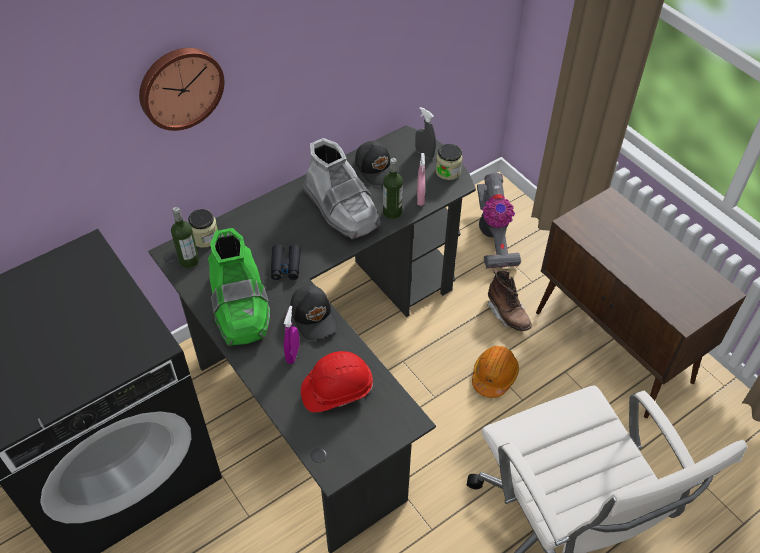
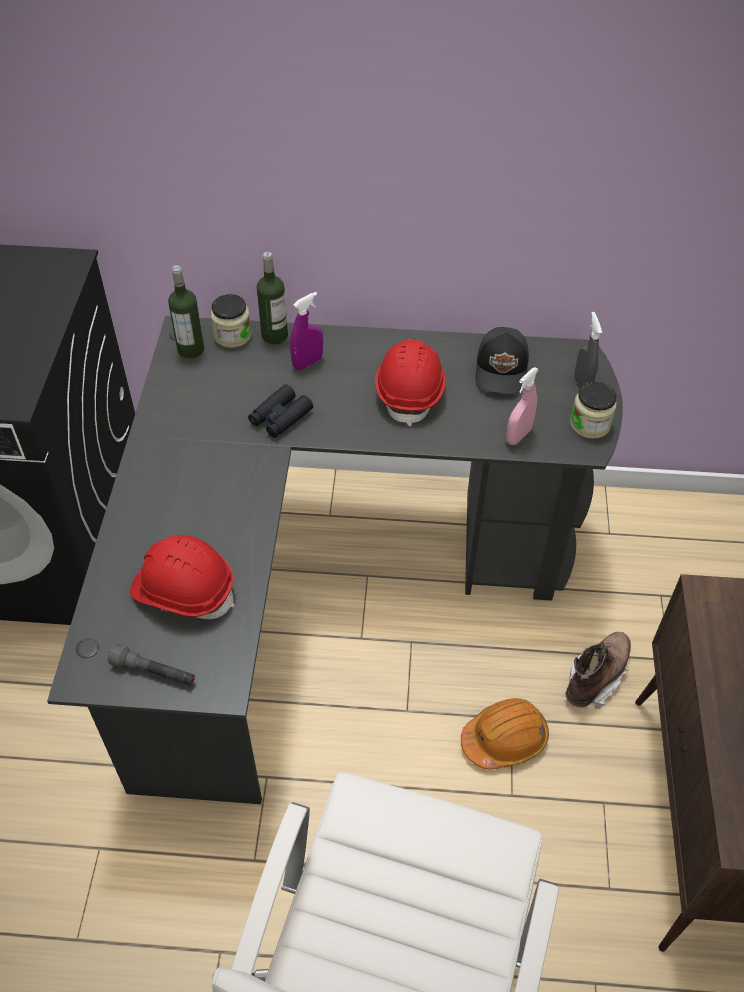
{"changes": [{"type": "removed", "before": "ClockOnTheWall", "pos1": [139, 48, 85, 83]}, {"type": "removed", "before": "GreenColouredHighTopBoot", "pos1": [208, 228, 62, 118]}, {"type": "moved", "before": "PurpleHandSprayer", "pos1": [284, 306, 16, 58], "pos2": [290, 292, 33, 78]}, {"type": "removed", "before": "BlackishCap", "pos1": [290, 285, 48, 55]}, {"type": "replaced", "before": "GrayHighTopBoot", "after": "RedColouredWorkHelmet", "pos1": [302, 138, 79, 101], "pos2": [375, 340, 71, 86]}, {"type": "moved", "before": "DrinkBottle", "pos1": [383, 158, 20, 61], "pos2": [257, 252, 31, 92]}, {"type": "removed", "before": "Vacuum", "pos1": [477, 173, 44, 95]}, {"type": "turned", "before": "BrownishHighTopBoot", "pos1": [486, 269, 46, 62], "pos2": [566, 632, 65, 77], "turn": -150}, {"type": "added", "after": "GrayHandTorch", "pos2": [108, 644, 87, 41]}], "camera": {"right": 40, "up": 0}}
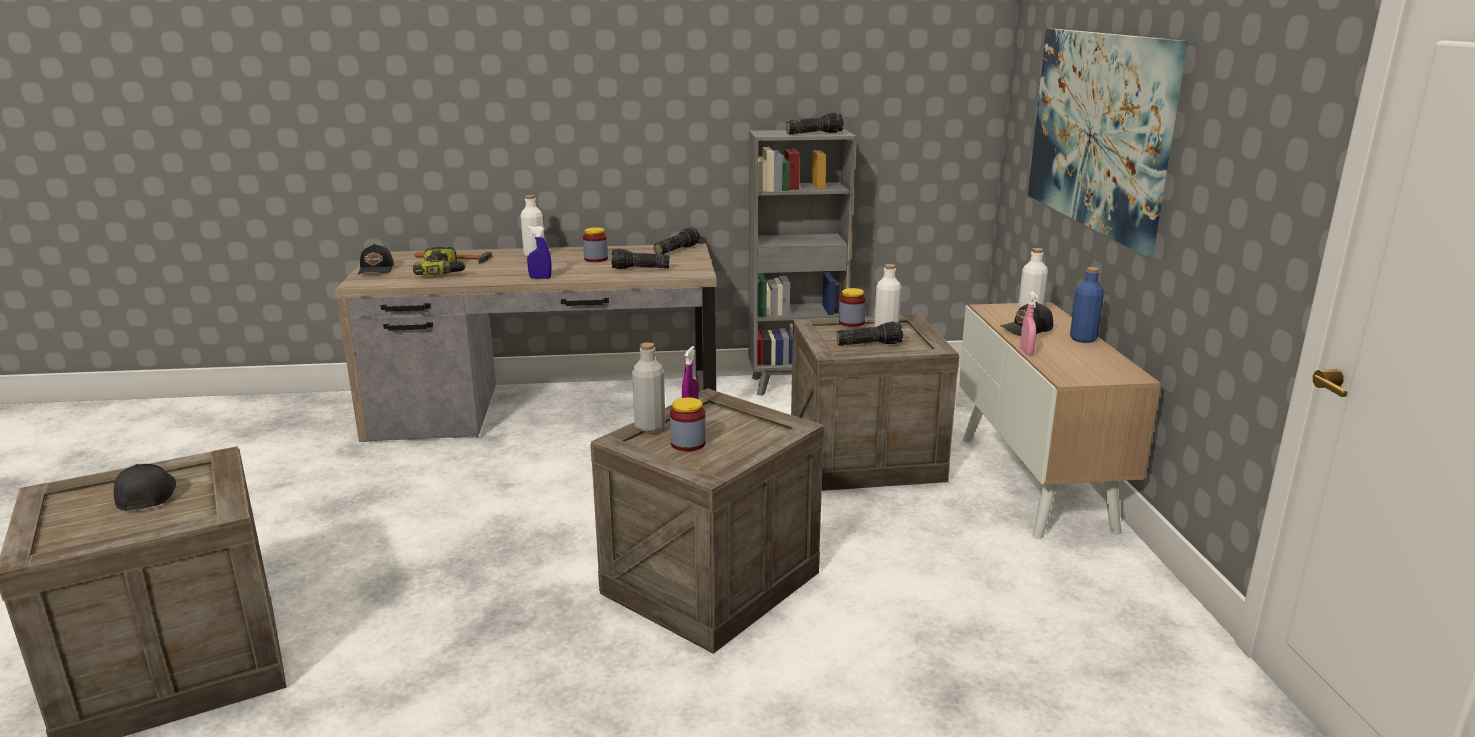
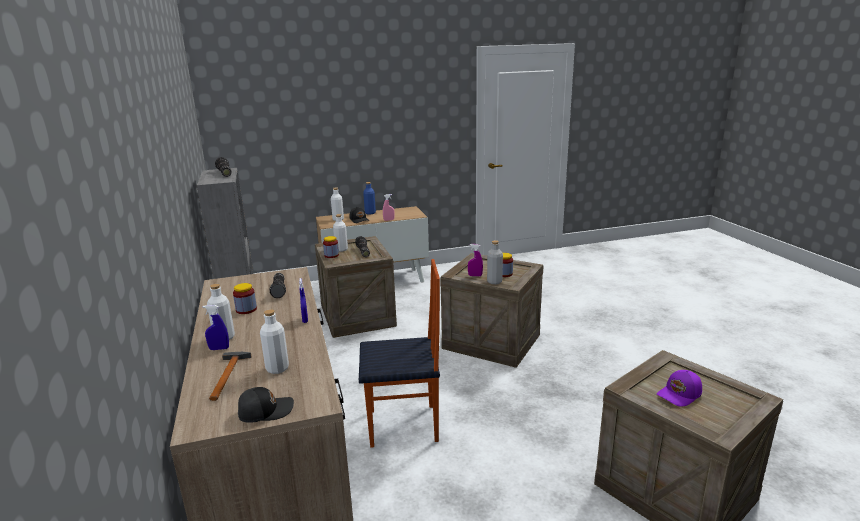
{"changes": [{"type": "recoloured", "before": "BlackishCap", "after": "PurpleCap", "pos1": [114, 464, 62, 47], "pos2": [657, 370, 45, 37]}, {"type": "replaced", "before": "PowerDrill", "after": "WhitishDrinkBottle", "pos1": [413, 247, 53, 28], "pos2": [260, 309, 29, 65]}, {"type": "removed", "before": "HandTorch", "pos1": [654, 228, 46, 27]}, {"type": "removed", "before": "WallPicture", "pos1": [1028, 29, 160, 227]}, {"type": "added", "after": "BluishHandSprayer", "pos2": [203, 305, 26, 45]}, {"type": "added", "after": "Chair", "pos2": [359, 259, 81, 189]}], "camera": {"right": -100, "up": 0}}
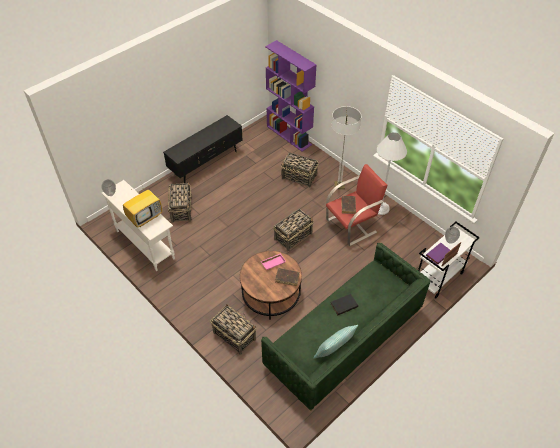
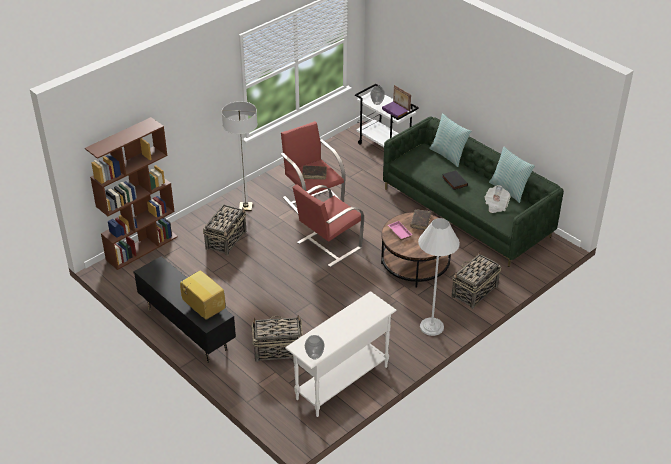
{"changes": [{"type": "moved", "before": "Tv", "pos1": [123, 182, 39, 46], "pos2": [180, 271, 46, 49]}, {"type": "recoloured", "before": "PurpleBookcase", "after": "BrownishBookcase", "pos1": [265, 40, 51, 111], "pos2": [85, 117, 93, 153]}, {"type": "replaced", "before": "StorageBasket", "after": "RedColouredEasyChair", "pos1": [274, 209, 40, 42], "pos2": [292, 185, 72, 82]}, {"type": "moved", "before": "WhitishFloorLamp", "pos1": [377, 132, 30, 83], "pos2": [418, 218, 42, 118]}, {"type": "added", "after": "ThrowPillow", "pos2": [429, 113, 43, 54]}, {"type": "added", "after": "DailyPaper", "pos2": [484, 185, 26, 28]}], "camera": {"right": -90, "up": -10}}
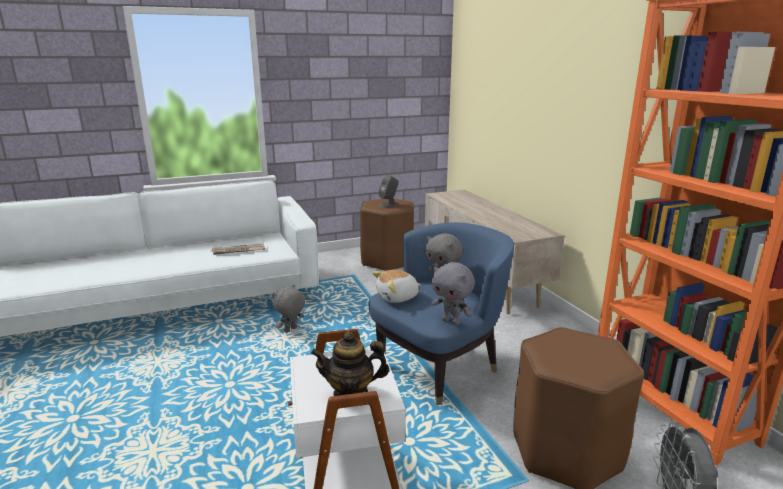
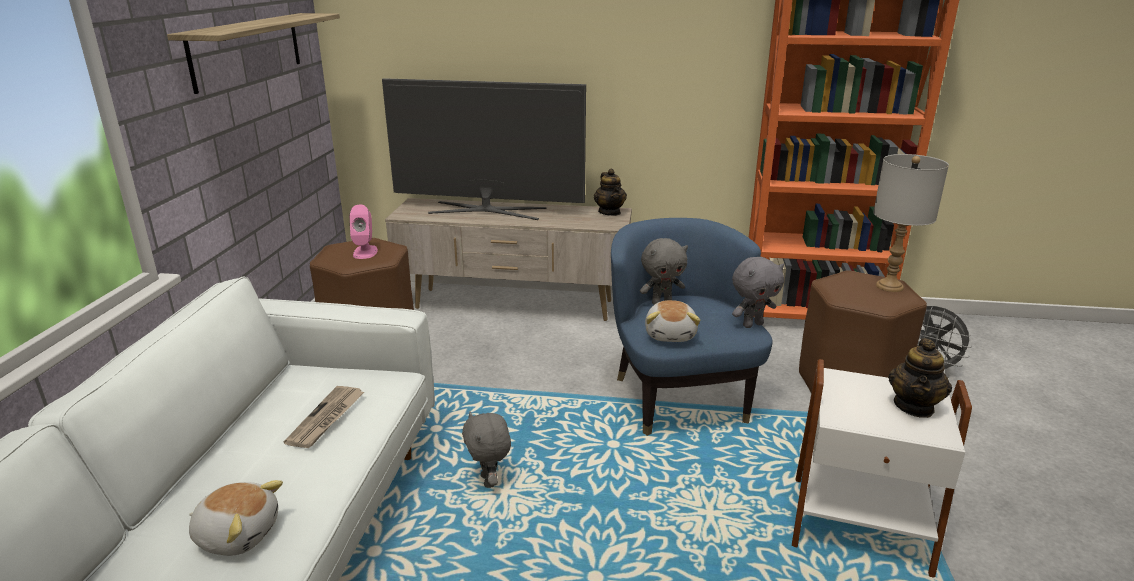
{"changes": [{"type": "recoloured", "before": "GrayAudioSpeaker", "after": "PinkColouredAudioSpeaker", "pos1": [379, 175, 20, 32], "pos2": [350, 204, 28, 55]}, {"type": "added", "after": "WallShelf", "pos2": [167, 13, 173, 81]}, {"type": "added", "after": "SoftToy", "pos2": [189, 480, 94, 76]}, {"type": "added", "after": "Tv", "pos2": [382, 78, 204, 142]}, {"type": "added", "after": "Teapot", "pos2": [594, 169, 33, 47]}, {"type": "added", "after": "GrayTabletopLamp", "pos2": [873, 154, 76, 138]}], "camera": {"right": -60, "up": 5}}
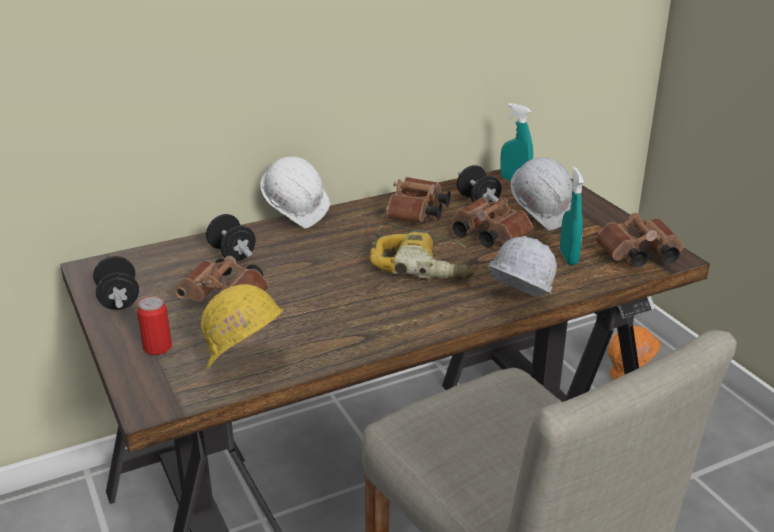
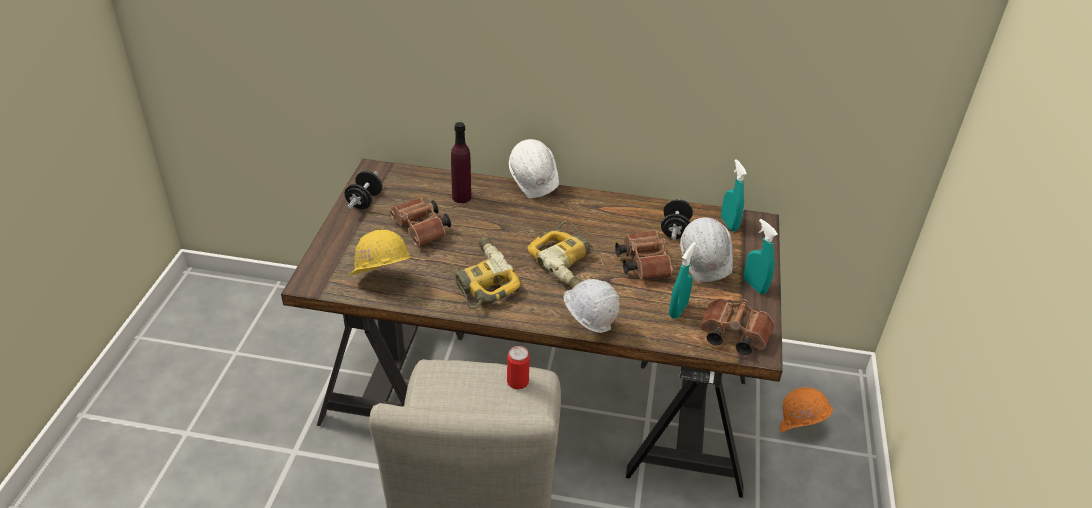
{"changes": [{"type": "moved", "before": "SealedCan", "pos1": [137, 296, 35, 59], "pos2": [507, 346, 23, 43]}, {"type": "replaced", "before": "BlackishFreeWeight", "after": "PurpleDrinkBottle", "pos1": [206, 214, 50, 48], "pos2": [451, 122, 20, 81]}, {"type": "removed", "before": "BrownishBinoculars", "pos1": [385, 177, 66, 46]}, {"type": "added", "after": "PowerDrill", "pos2": [449, 237, 71, 72]}, {"type": "added", "after": "TurquoiseColouredHandSprayer", "pos2": [744, 219, 34, 75]}], "camera": {"right": 35, "up": 10}}
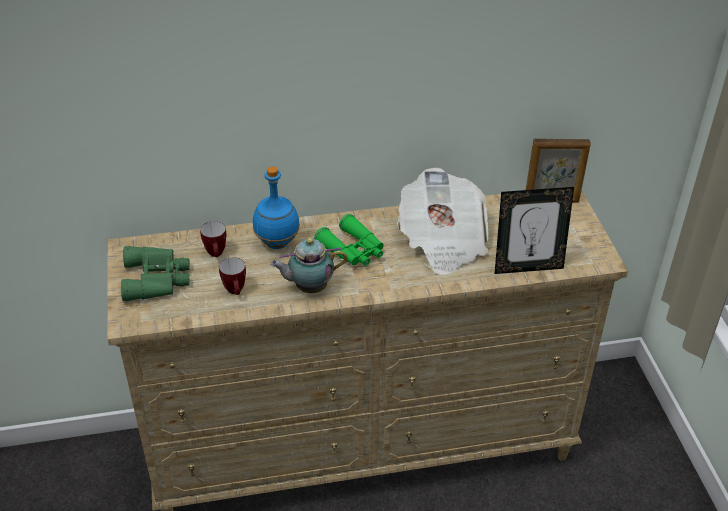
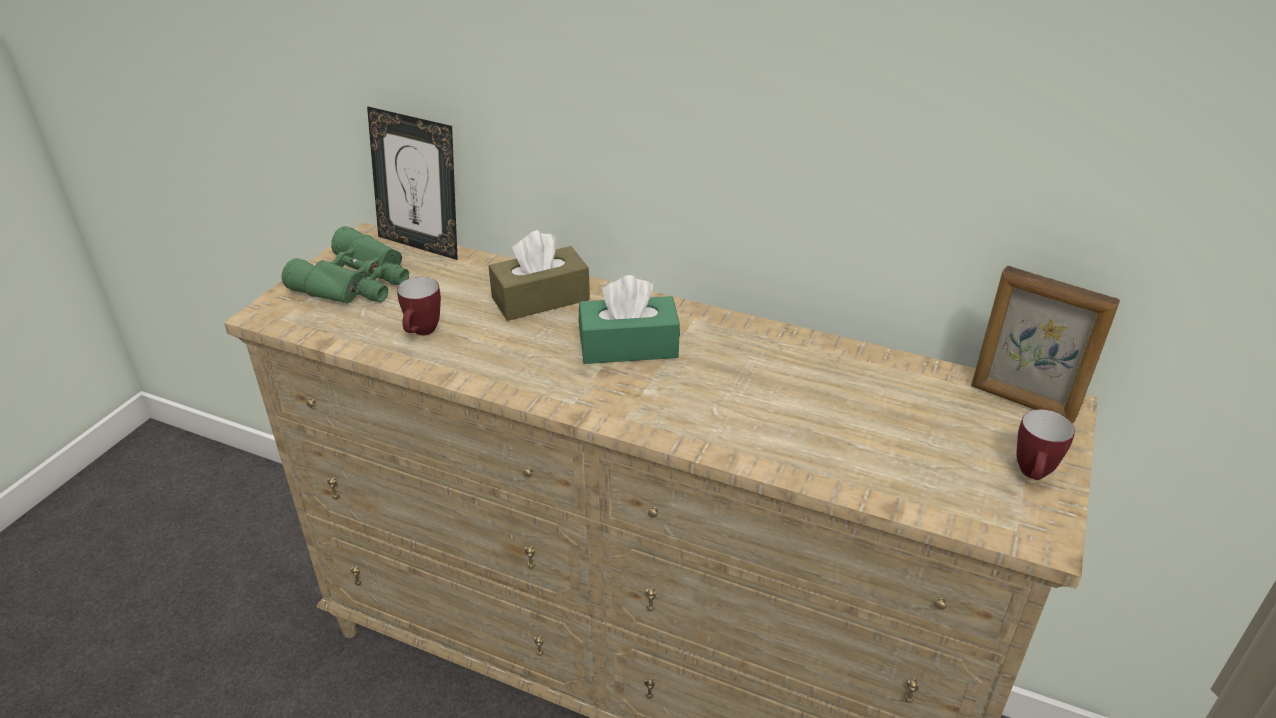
{"changes": [{"type": "moved", "before": "CoffeeMug", "pos1": [200, 221, 26, 36], "pos2": [1016, 409, 59, 71]}, {"type": "replaced", "before": "BluishDrinkBottle", "after": "BrownishBoxOfTissues", "pos1": [253, 166, 47, 83], "pos2": [488, 230, 102, 91]}, {"type": "removed", "before": "Teapot", "pos1": [270, 238, 77, 55]}, {"type": "replaced", "before": "GreenColouredBinoculars", "after": "GreenColouredBoxOfTissues", "pos1": [314, 214, 70, 52], "pos2": [579, 275, 101, 89]}, {"type": "removed", "before": "DailyPaper", "pos1": [397, 168, 92, 108]}, {"type": "moved", "before": "PhotoFrame", "pos1": [495, 187, 79, 87], "pos2": [367, 106, 91, 154]}], "camera": {"right": 35, "up": -5}}
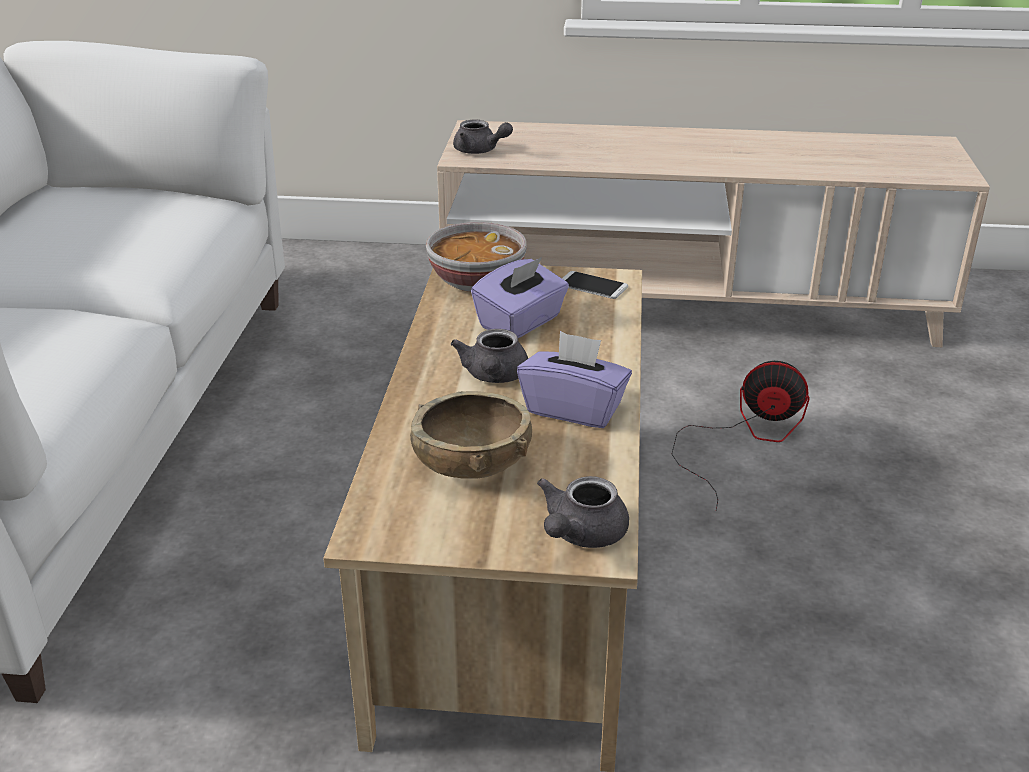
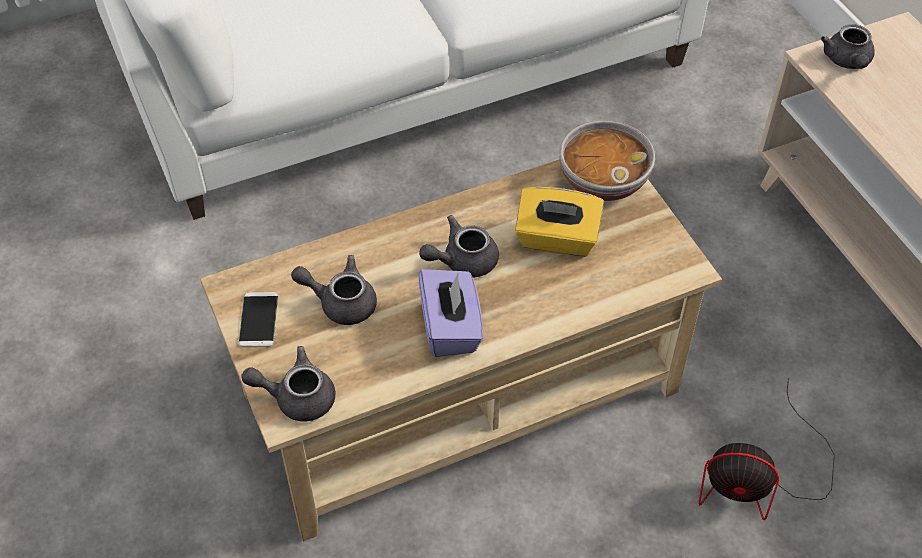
{"changes": [{"type": "replaced", "before": "BrownishServingBowl", "after": "GrayTeapot", "pos1": [410, 391, 122, 88], "pos2": [291, 255, 86, 70]}, {"type": "recoloured", "before": "PurpleBoxOfTissues", "after": "YellowColouredBoxOfTissues", "pos1": [471, 257, 98, 81], "pos2": [515, 187, 89, 70]}, {"type": "moved", "before": "Telephone", "pos1": [562, 271, 66, 28], "pos2": [239, 292, 39, 55]}, {"type": "turned", "before": "Fan", "pos1": [672, 361, 138, 149], "pos2": [699, 378, 136, 142], "turn": 120}], "camera": {"right": 60, "up": 20}}
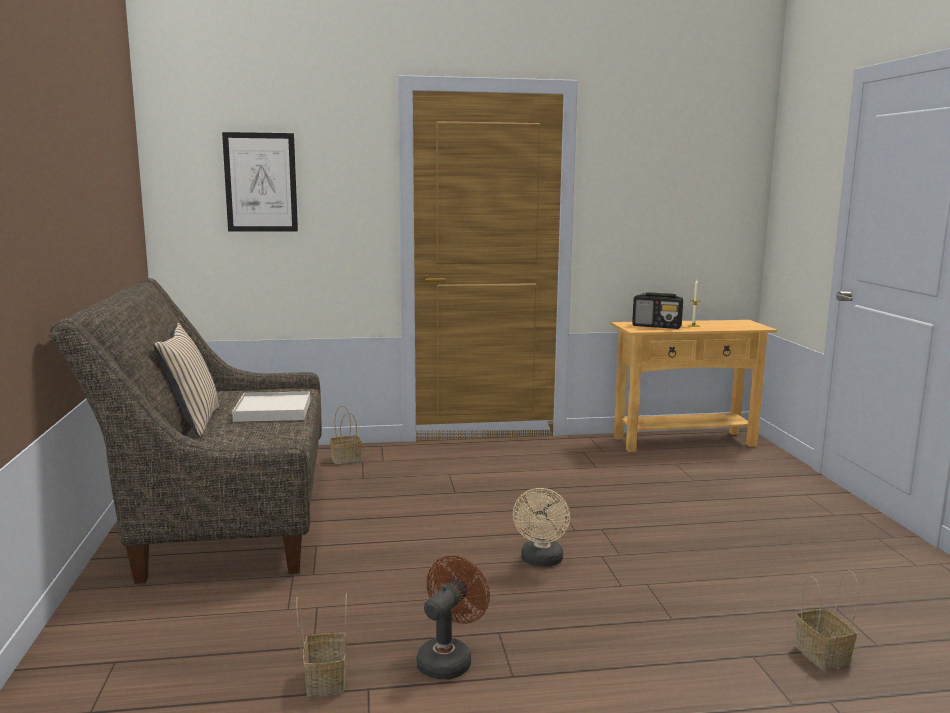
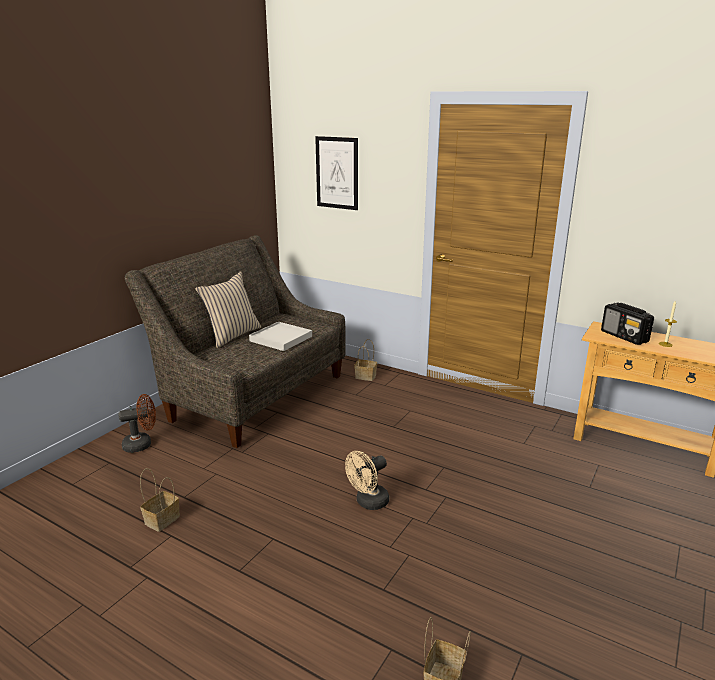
{"changes": [{"type": "moved", "before": "BrownishFan", "pos1": [416, 555, 74, 124], "pos2": [118, 394, 38, 59]}], "camera": {"right": 40, "up": 10}}
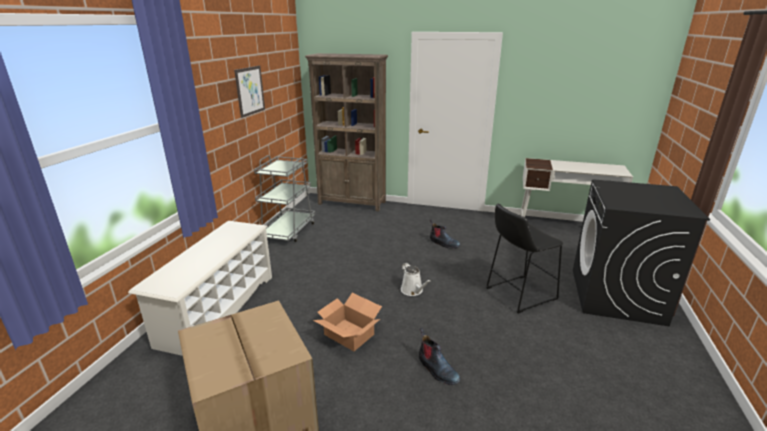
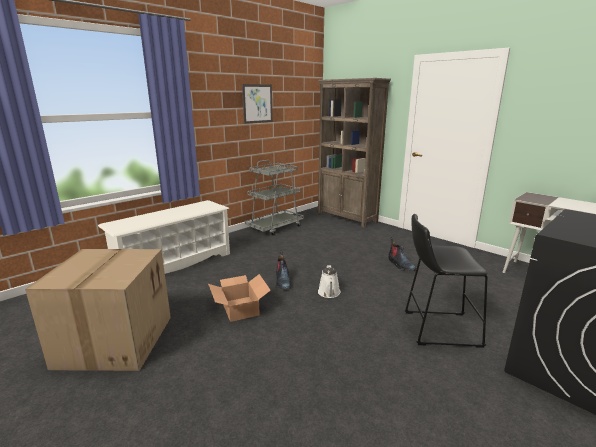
{"changes": [{"type": "moved", "before": "HighTopBoot", "pos1": [419, 327, 42, 58], "pos2": [276, 250, 15, 39]}], "camera": {"right": 30, "up": -5}}
